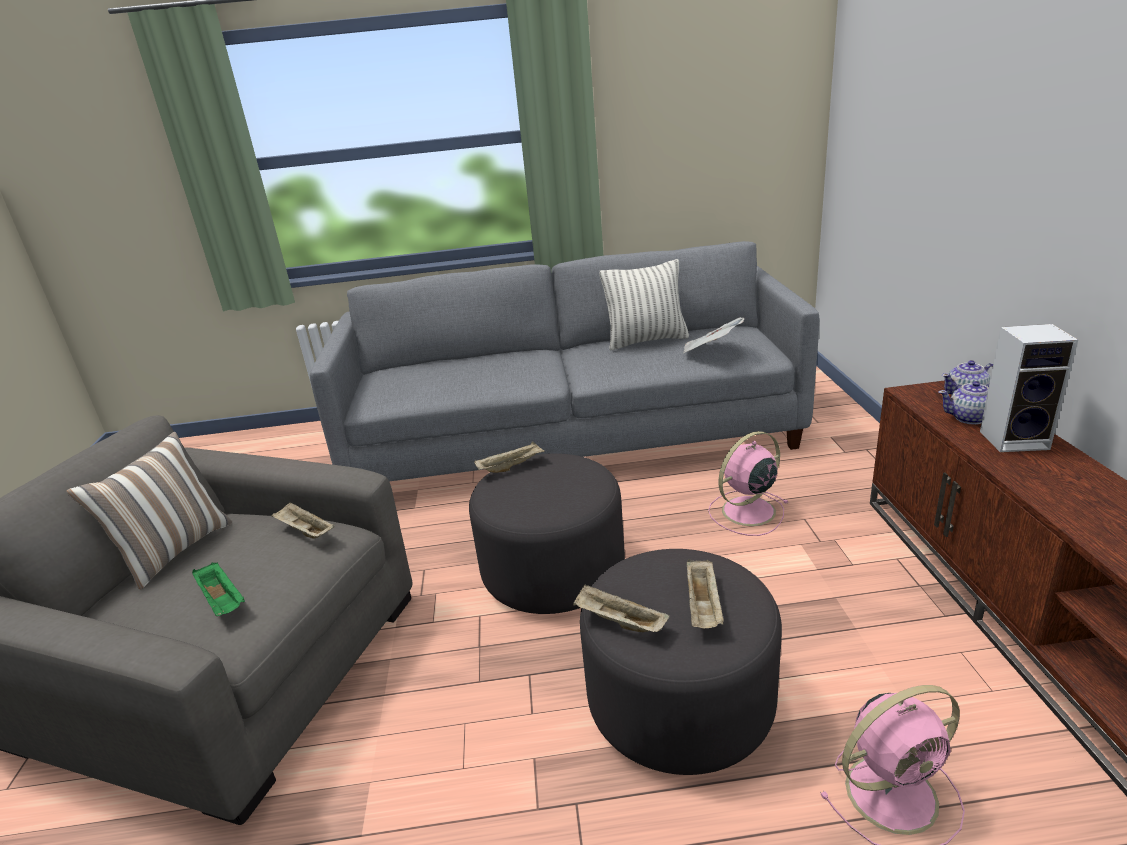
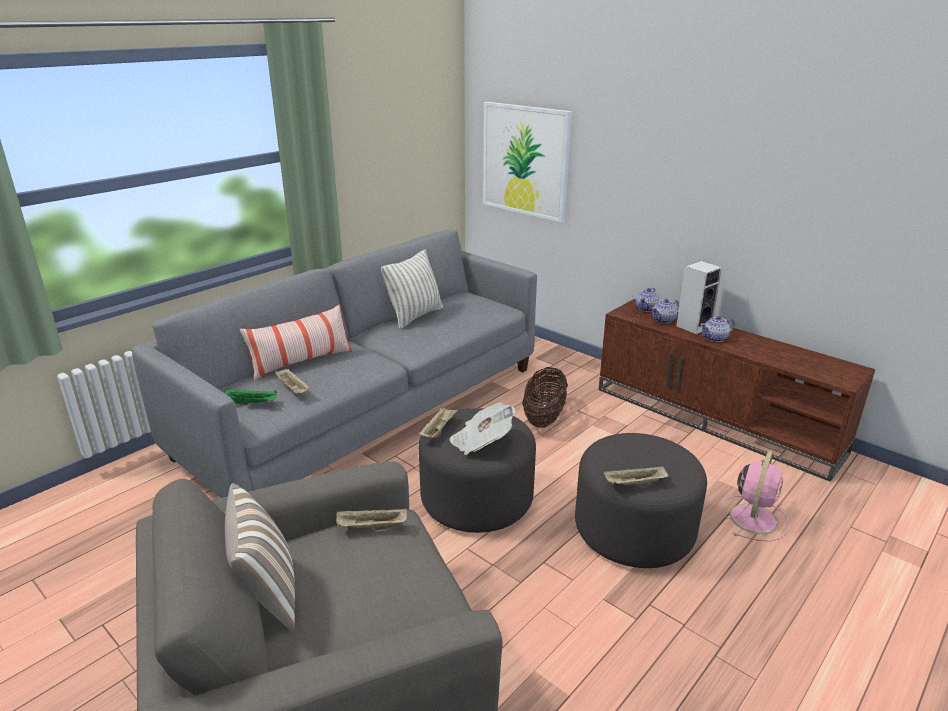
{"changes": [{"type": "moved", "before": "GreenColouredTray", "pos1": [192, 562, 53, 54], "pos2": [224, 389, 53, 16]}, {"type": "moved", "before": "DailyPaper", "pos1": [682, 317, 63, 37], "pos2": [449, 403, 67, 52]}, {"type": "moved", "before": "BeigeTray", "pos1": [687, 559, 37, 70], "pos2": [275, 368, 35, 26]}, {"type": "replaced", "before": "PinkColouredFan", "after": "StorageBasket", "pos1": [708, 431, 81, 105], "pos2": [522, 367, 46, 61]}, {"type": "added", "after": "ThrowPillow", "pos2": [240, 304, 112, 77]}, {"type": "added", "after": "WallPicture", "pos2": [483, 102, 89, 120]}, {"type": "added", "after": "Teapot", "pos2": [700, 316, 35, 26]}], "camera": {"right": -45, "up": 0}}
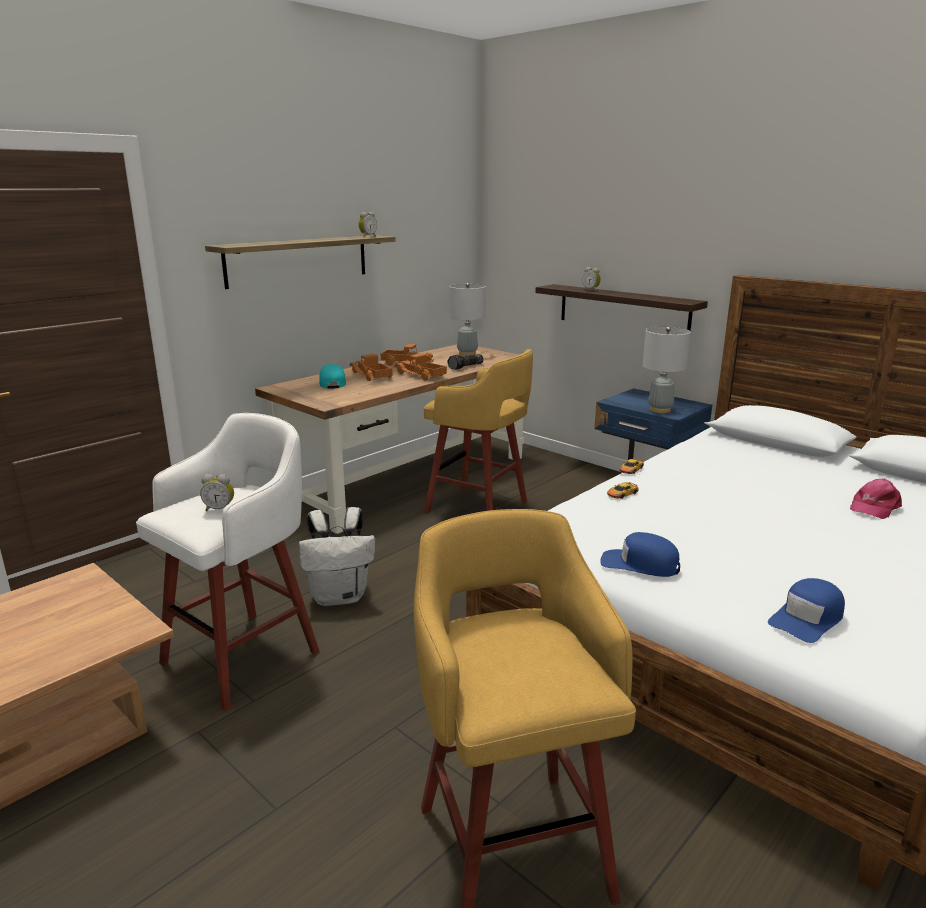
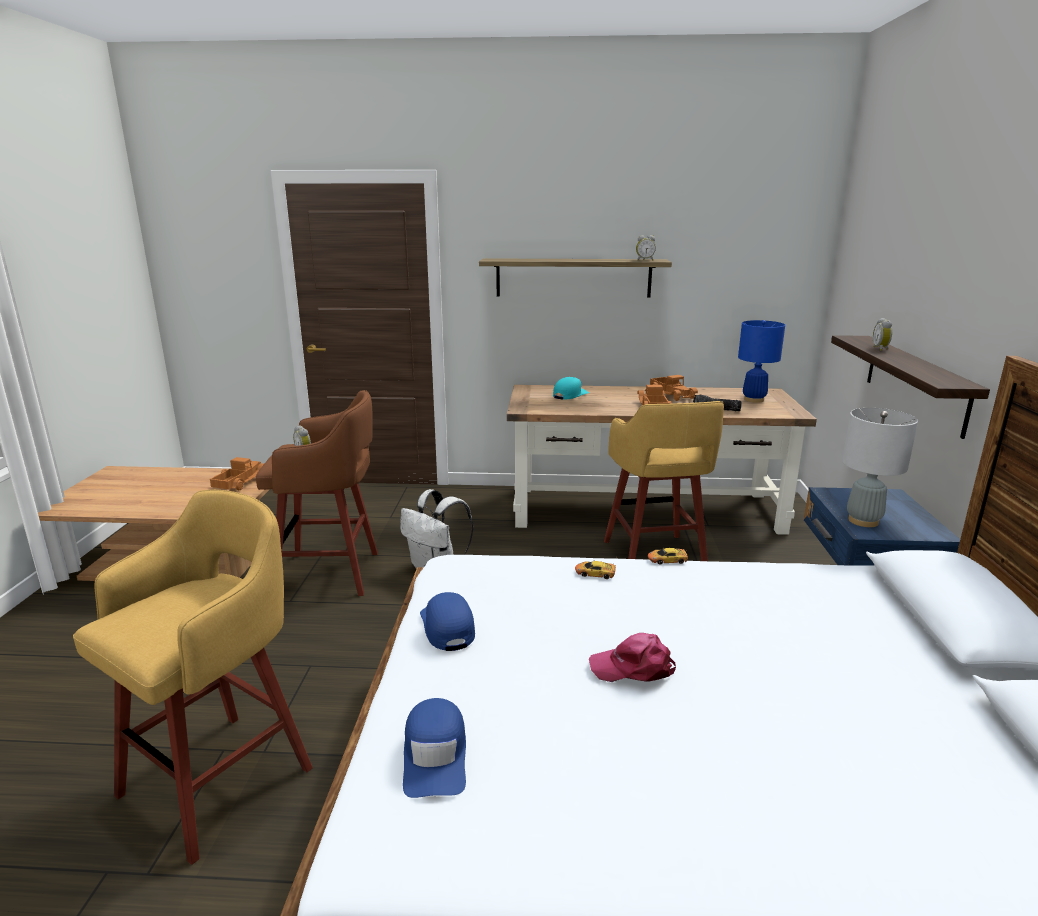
{"changes": [{"type": "recoloured", "before": "WhitishStoolSeat", "after": "BrownishStoolSeat", "pos1": [136, 413, 184, 298], "pos2": [256, 390, 122, 206]}, {"type": "moved", "before": "ToyTruck", "pos1": [350, 354, 44, 27], "pos2": [210, 457, 54, 33]}, {"type": "recoloured", "before": "GrayTabletopLamp", "after": "BluishTabletopLamp", "pos1": [450, 283, 36, 73], "pos2": [738, 320, 47, 83]}, {"type": "turned", "before": "BluishCap", "pos1": [768, 578, 77, 65], "pos2": [403, 698, 63, 100], "turn": -105}, {"type": "moved", "before": "PinkColouredCap", "pos1": [850, 478, 52, 41], "pos2": [589, 633, 87, 49]}], "camera": {"right": 50, "up": 0}}
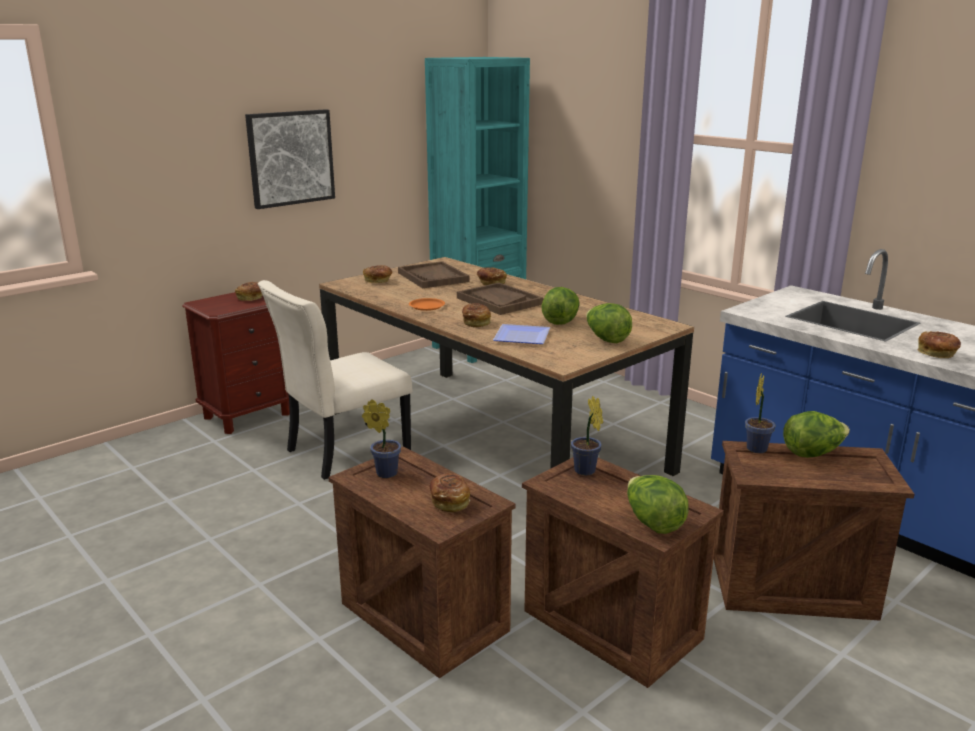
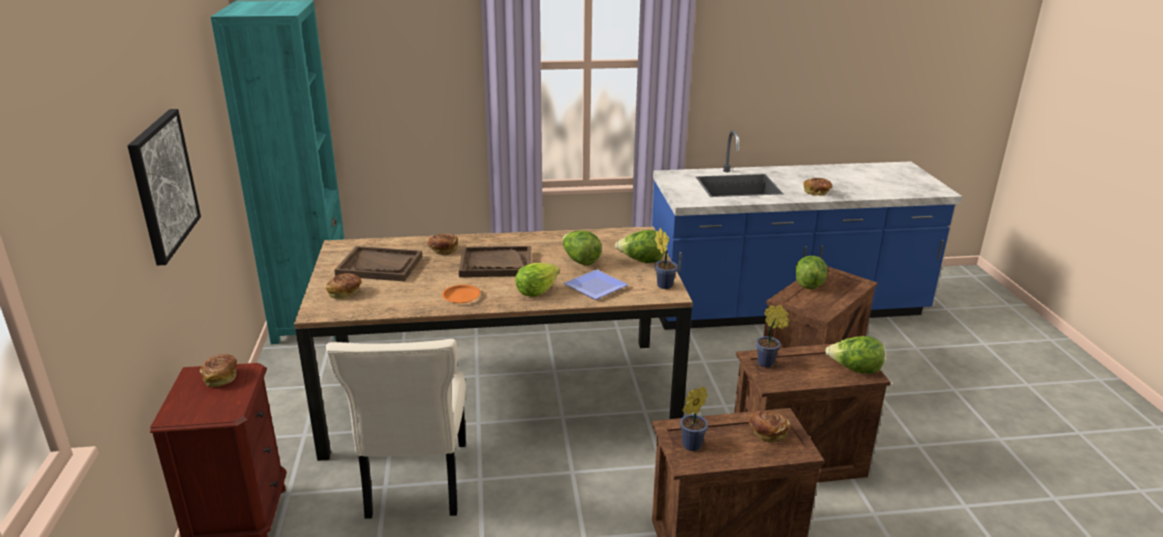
{"changes": [{"type": "replaced", "before": "Bread", "after": "Lettuce", "pos1": [462, 303, 29, 24], "pos2": [515, 263, 45, 34]}, {"type": "moved", "before": "PottedPlant", "pos1": [745, 373, 30, 80], "pos2": [655, 228, 23, 61]}], "camera": {"right": -55, "up": 5}}
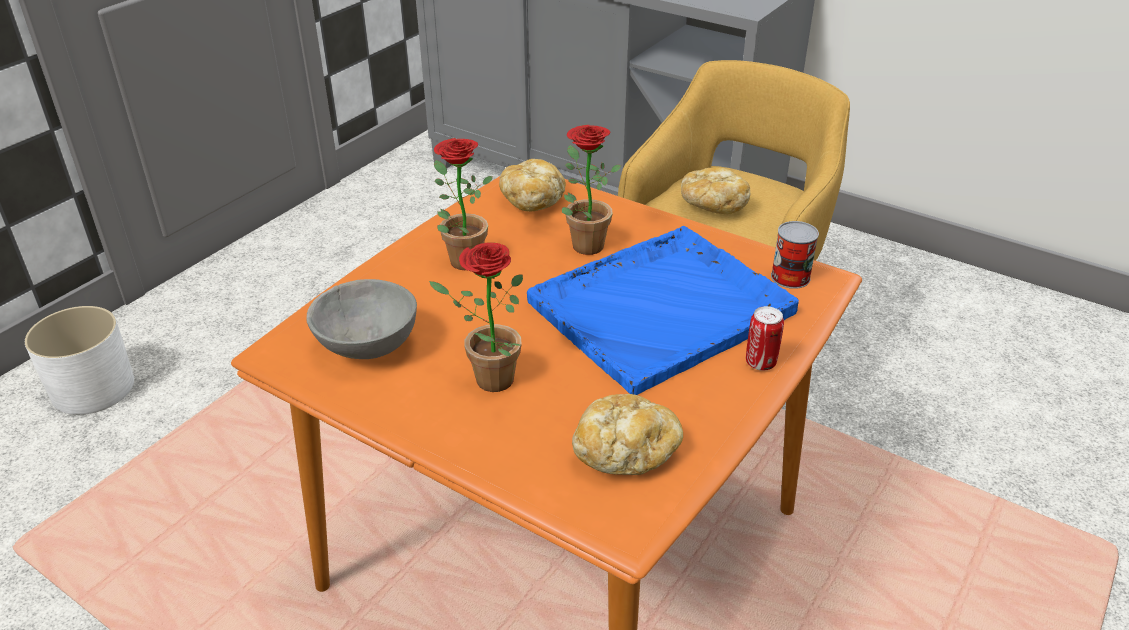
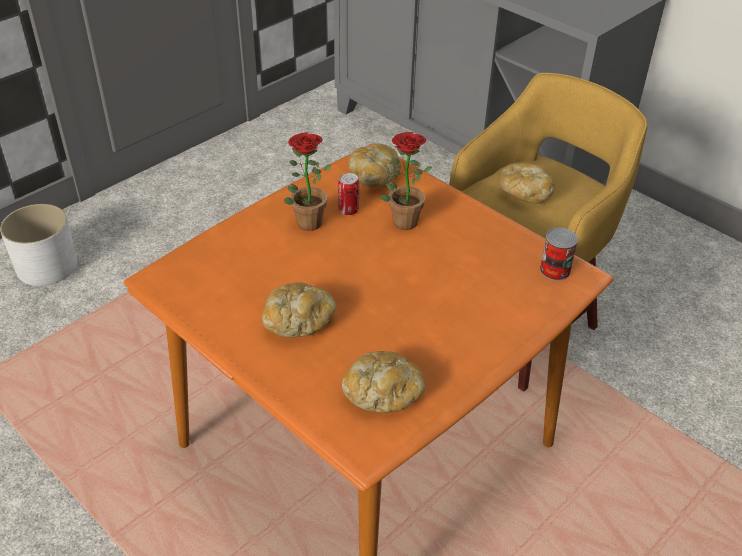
{"changes": [{"type": "removed", "before": "GrayServingBowl", "pos1": [306, 279, 111, 80]}, {"type": "replaced", "before": "PottedPlant", "after": "Bread", "pos1": [429, 243, 94, 149], "pos2": [262, 282, 74, 55]}, {"type": "removed", "before": "BluishTray", "pos1": [527, 226, 272, 169]}, {"type": "moved", "before": "SealedCan", "pos1": [746, 306, 38, 64], "pos2": [338, 173, 21, 42]}], "camera": {"right": 10, "up": 5}}
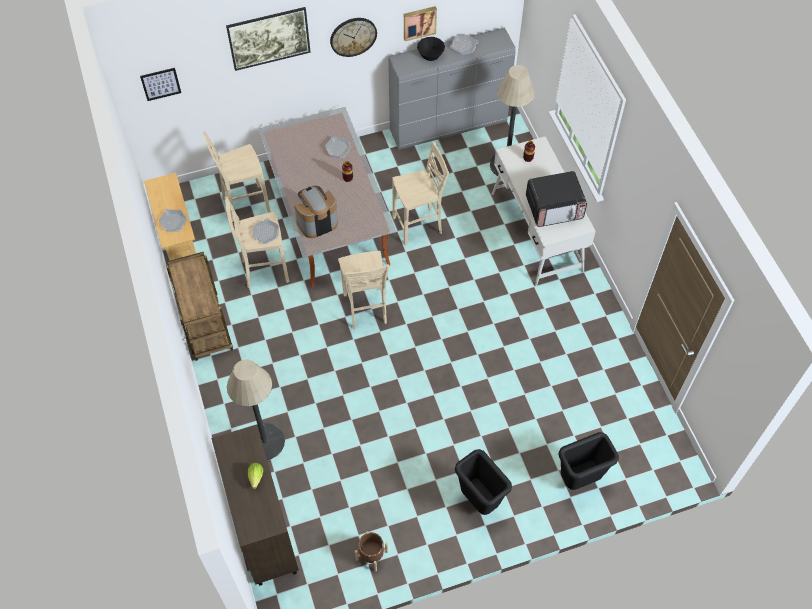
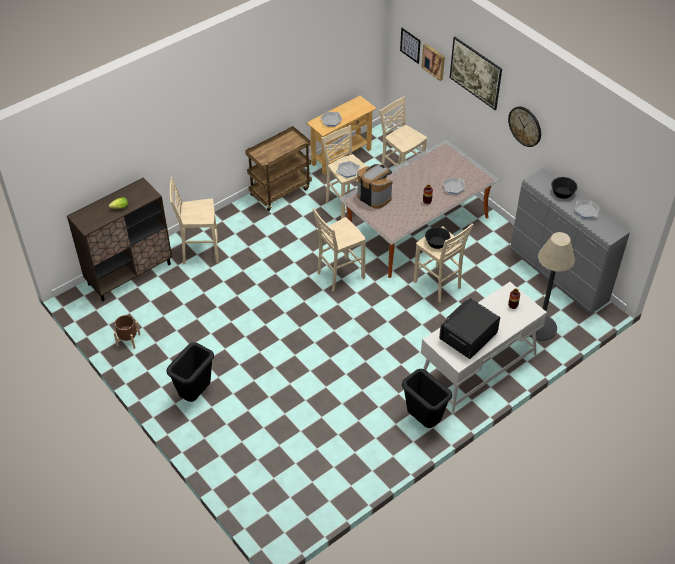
{"changes": [{"type": "replaced", "before": "FloorLamp", "after": "BeigeStoolSeat", "pos1": [227, 359, 58, 101], "pos2": [170, 177, 49, 87]}, {"type": "moved", "before": "WallPicture", "pos1": [404, 6, 33, 35], "pos2": [422, 44, 23, 37]}, {"type": "turned", "before": "MicrowaveOven", "pos1": [526, 171, 61, 56], "pos2": [439, 297, 61, 62], "turn": 75}, {"type": "moved", "before": "BlackishWasteBin", "pos1": [559, 432, 60, 58], "pos2": [402, 369, 50, 59]}, {"type": "added", "after": "BlackishServingBowl", "pos2": [425, 227, 26, 22]}], "camera": {"right": 70, "up": -10}}
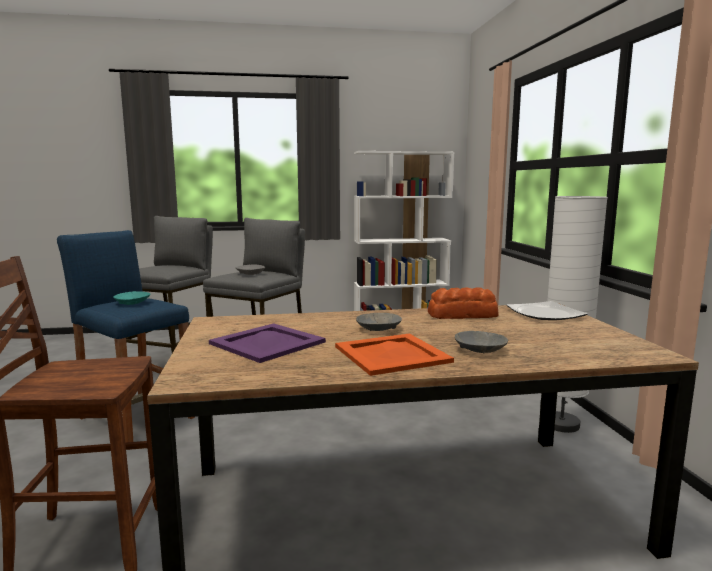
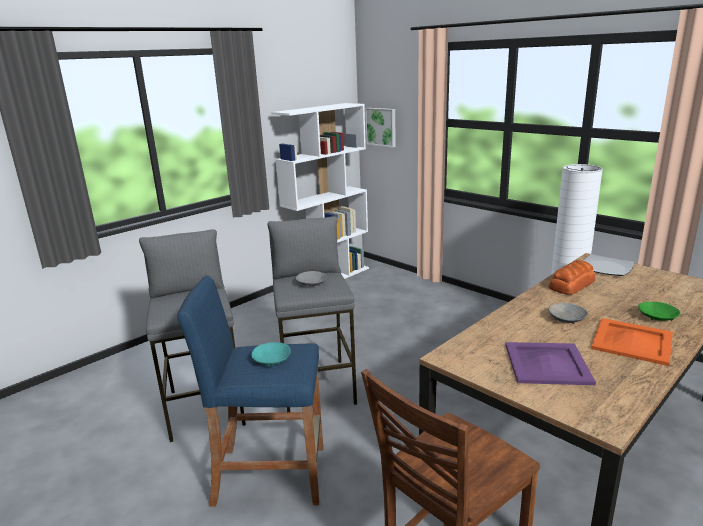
{"changes": [{"type": "recoloured", "before": "GrayServingBowl", "after": "GreenColouredServingBowl", "pos1": [455, 331, 53, 22], "pos2": [638, 302, 42, 19]}, {"type": "added", "after": "WallPicture", "pos2": [365, 108, 31, 40]}], "camera": {"right": -35, "up": 10}}
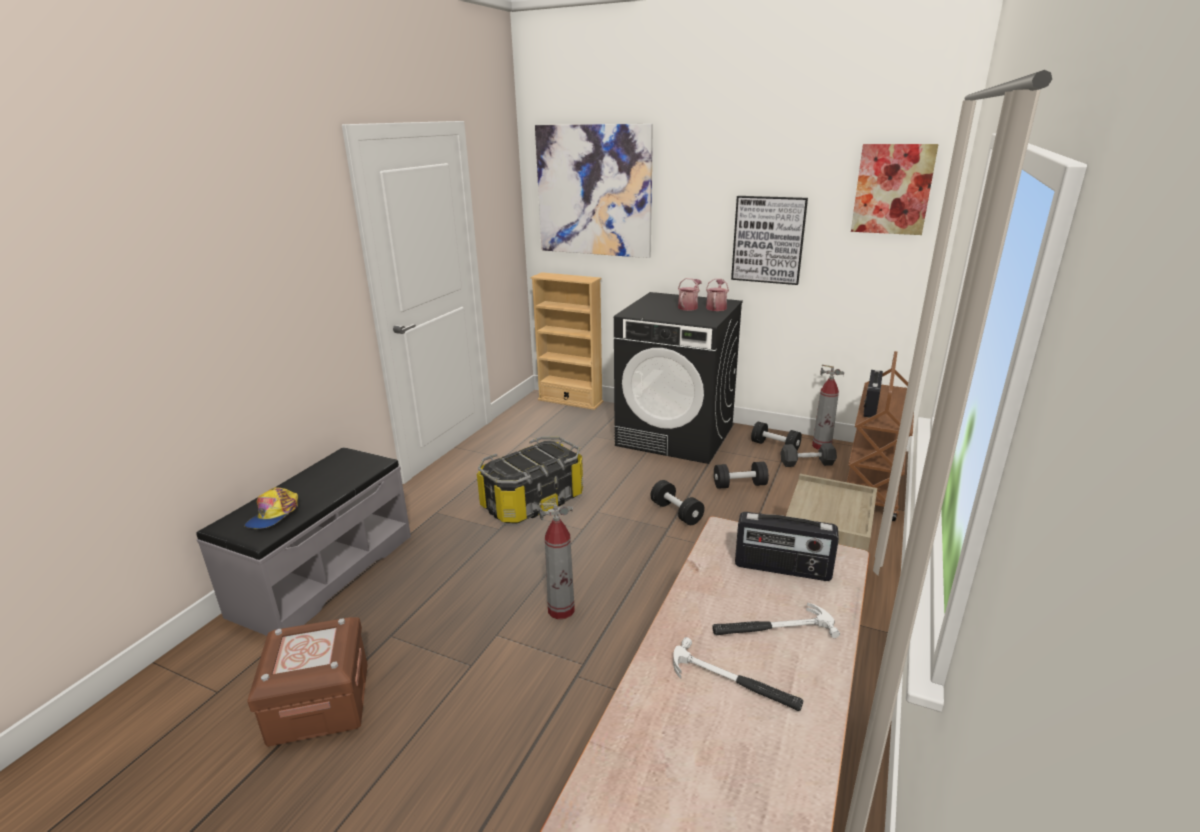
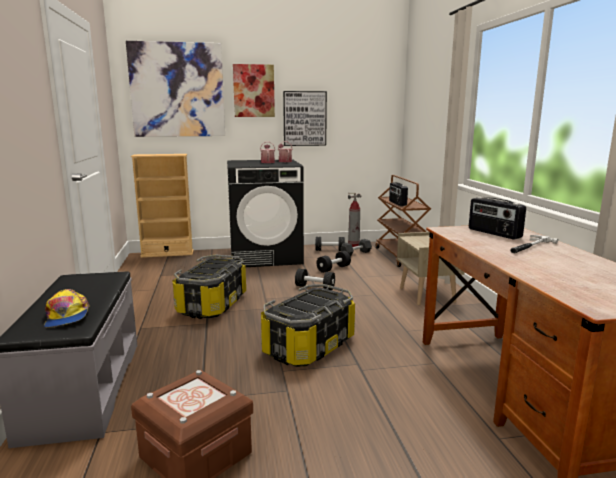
{"changes": [{"type": "replaced", "before": "FireFightingCylinder", "after": "StorageBin", "pos1": [539, 503, 36, 116], "pos2": [261, 284, 94, 83]}, {"type": "removed", "before": "Hammer", "pos1": [673, 637, 130, 74]}, {"type": "turned", "before": "Radio", "pos1": [735, 512, 104, 69], "pos2": [469, 197, 57, 42], "turn": 75}, {"type": "moved", "before": "WallPicture", "pos1": [851, 144, 87, 91], "pos2": [233, 64, 42, 53]}], "camera": {"right": -35, "up": -10}}
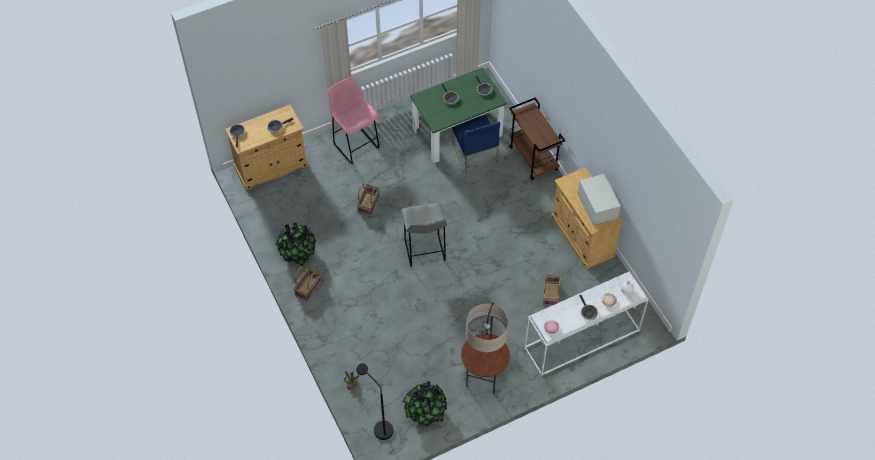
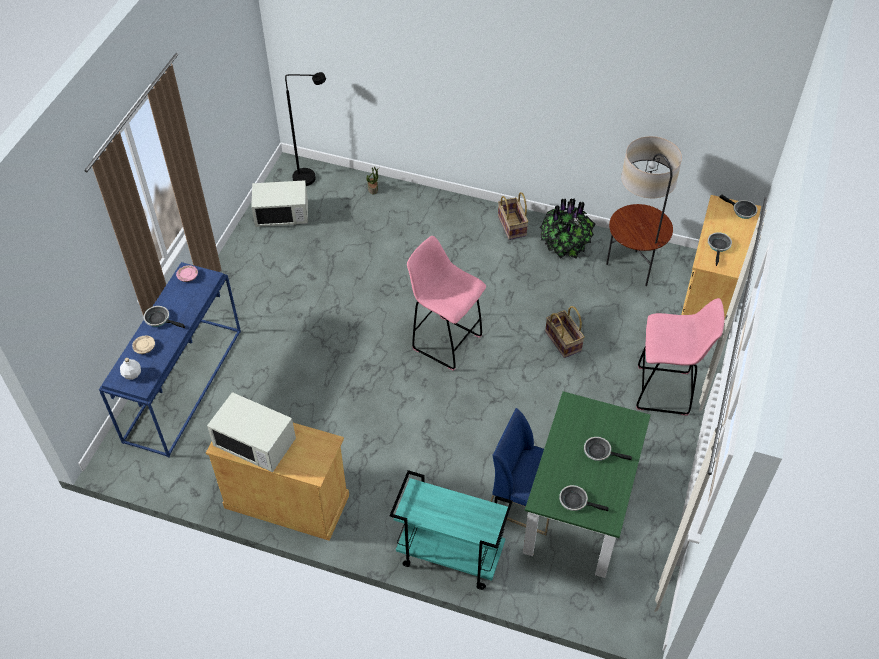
{"changes": [{"type": "recoloured", "before": "GrayStoolSeat", "after": "PinkColouredStoolSeat", "pos1": [401, 203, 46, 65], "pos2": [407, 236, 79, 134]}, {"type": "replaced", "before": "PottedPlant", "after": "WhitishMicrowaveOven", "pos1": [402, 382, 45, 44], "pos2": [251, 180, 57, 47]}, {"type": "moved", "before": "FloorLamp", "pos1": [461, 303, 49, 91], "pos2": [606, 136, 76, 150]}, {"type": "recoloured", "before": "BrownishTrolley", "after": "TurquoiseColouredTrolley", "pos1": [509, 98, 56, 82], "pos2": [390, 470, 123, 120]}, {"type": "recoloured", "before": "WhitishConsoleTable", "after": "BluishConsoleTable", "pos1": [524, 272, 125, 104], "pos2": [99, 262, 142, 195]}, {"type": "removed", "before": "StorageBasket", "pos1": [543, 274, 18, 32]}], "camera": {"right": 135, "up": -5}}
